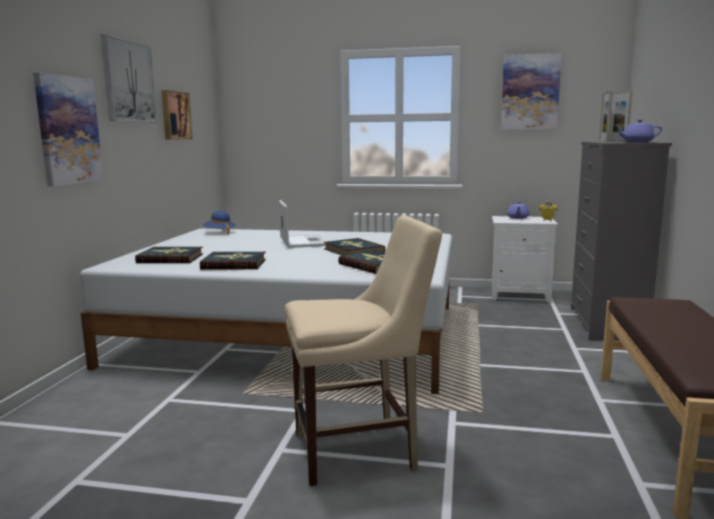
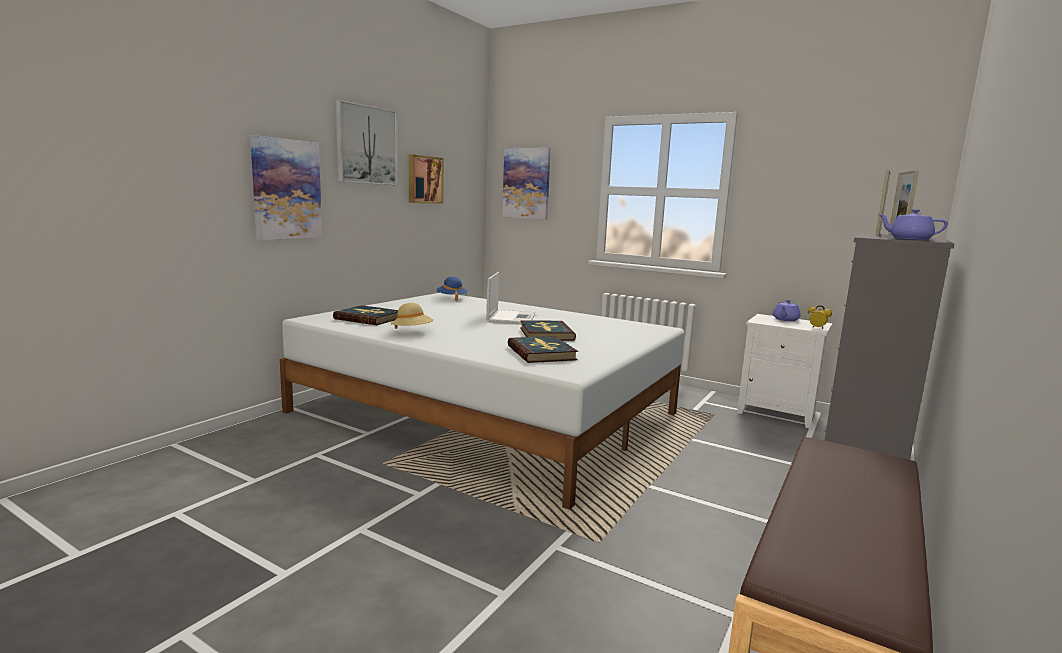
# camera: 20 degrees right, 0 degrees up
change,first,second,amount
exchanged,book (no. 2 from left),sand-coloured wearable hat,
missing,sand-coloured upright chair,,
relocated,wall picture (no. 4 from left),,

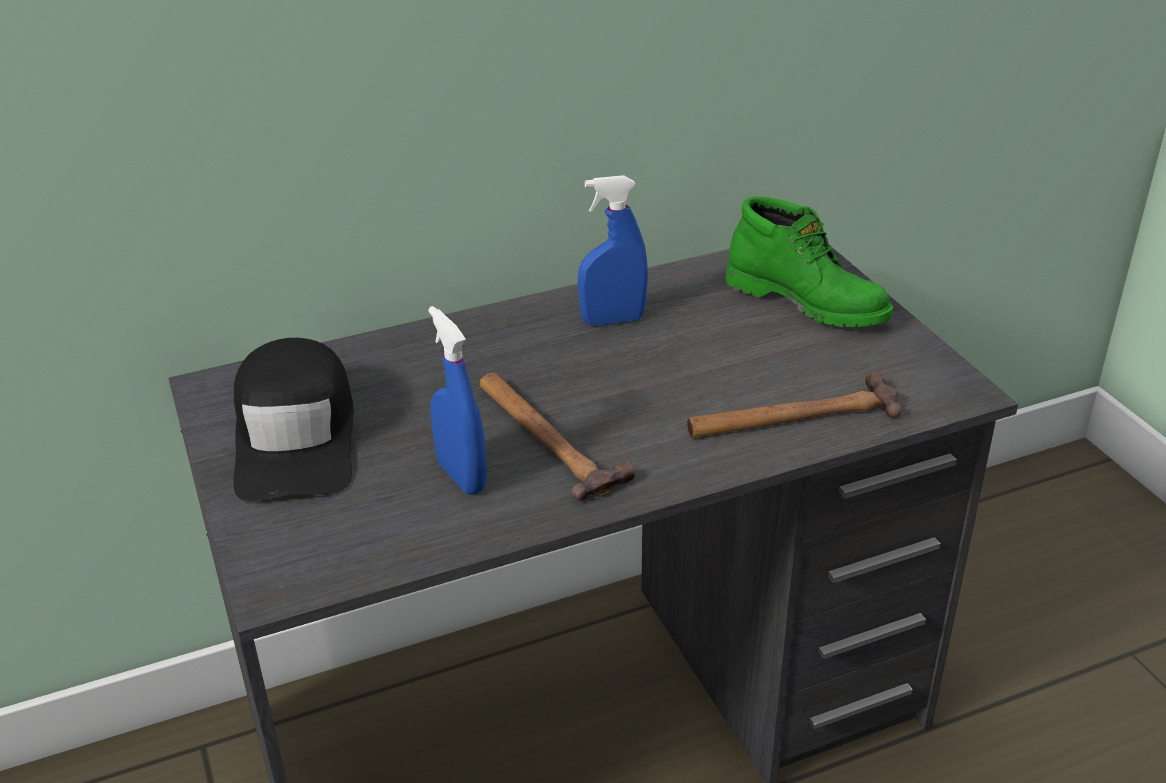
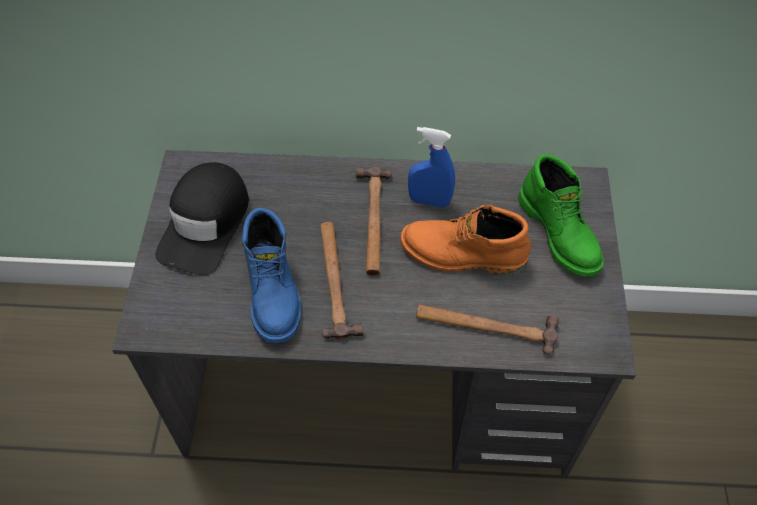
# camera: 25 degrees right, 20 degrees up
change,first,second,amount
exchanged,bluish spray bottle (no. 1 from left),bluish boot,
appeared,,hammer (no. 2 from left),
appeared,,orangey boot,

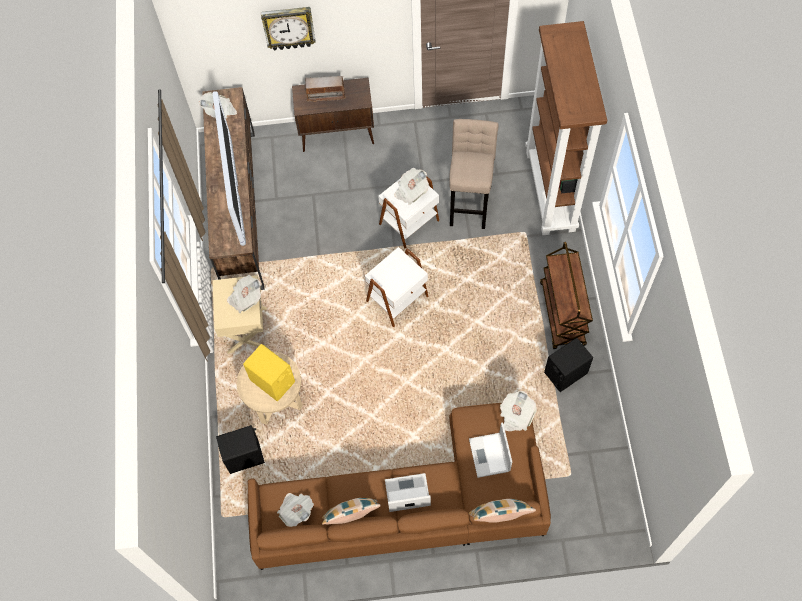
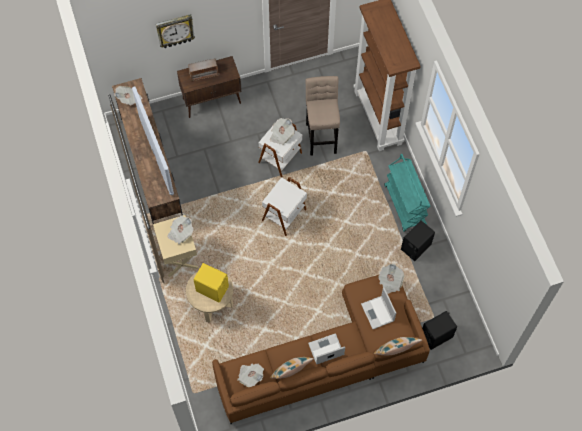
# camera: 15 degrees left, 0 degrees up
change,first,second,amount
relocated,black-coloured audio speaker (no. 1 from left in the first image),black-coloured audio speaker (no. 2 from left),
colour,brown-coloured wheeled cart,turquoise wheeled cart,

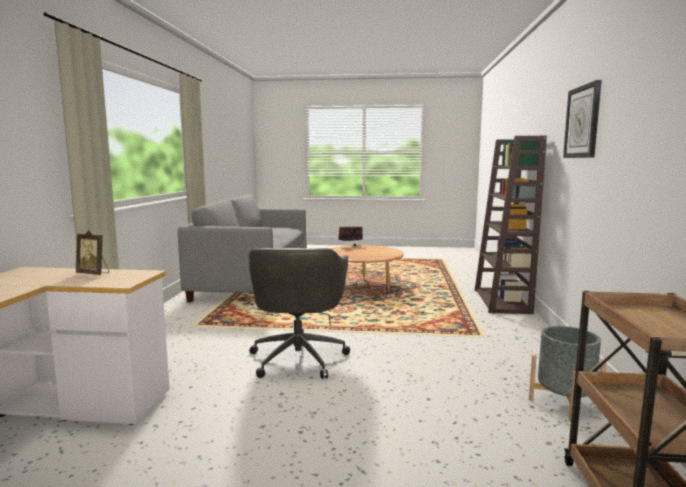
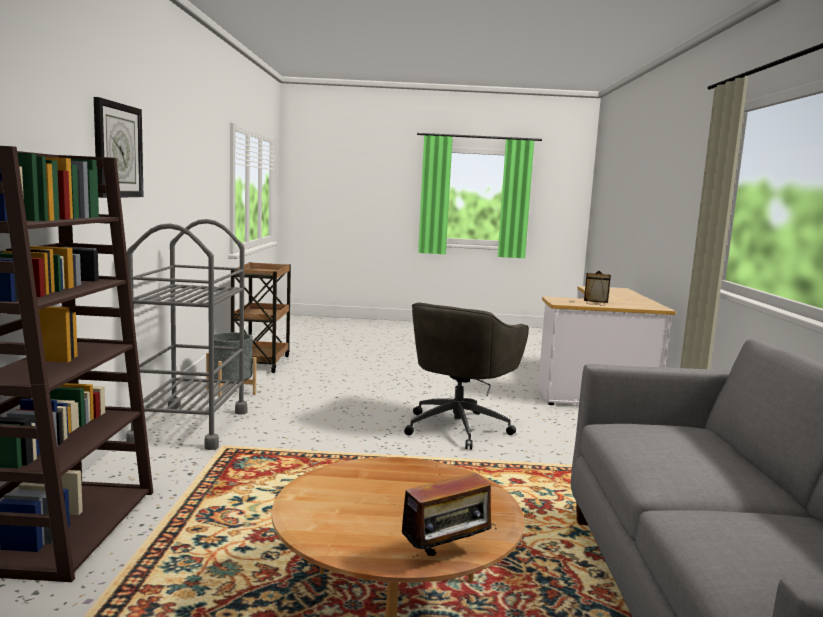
# camera: 175 degrees right, 0 degrees up
change,first,second,amount
spun,grey desk chair,,150 degrees counterclockwise
appeared,,grey wheeled cart,

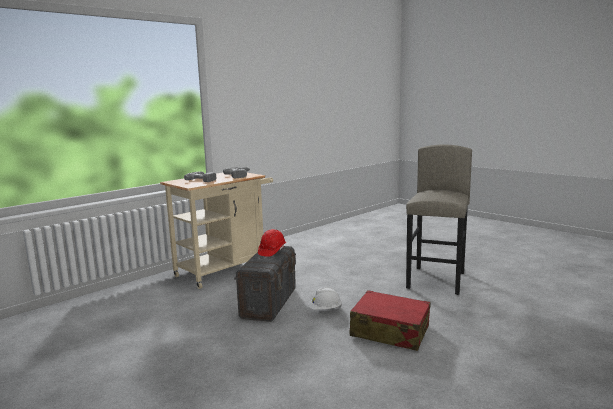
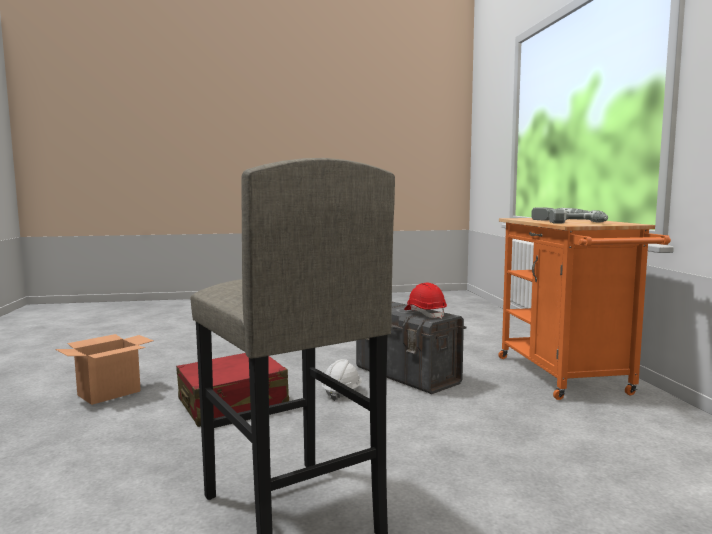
# camera: 125 degrees right, 5 degrees down
change,first,second,amount
colour,sand-coloured wheeled cart,orangey wheeled cart,
appeared,,packing box,

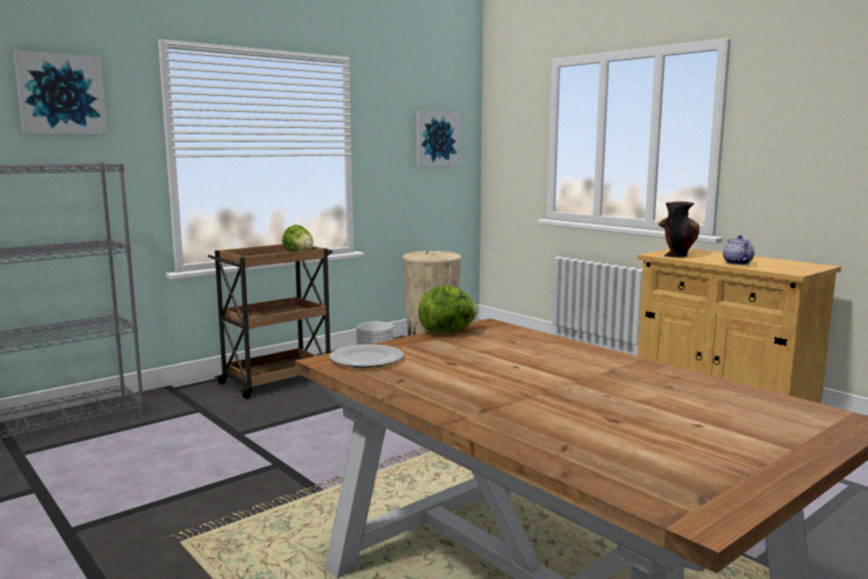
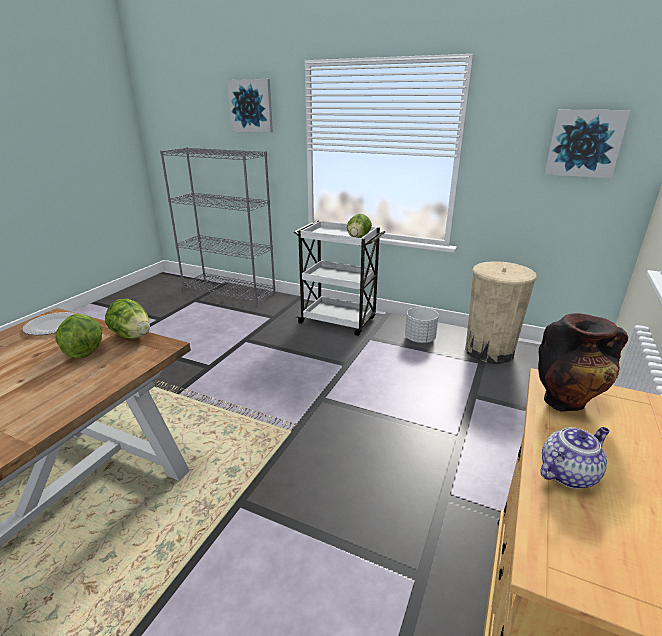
# camera: 65 degrees right, 15 degrees up
change,first,second,amount
colour,brown-coloured wheeled cart,whitish wheeled cart,
appeared,,head of lettuce (no. 1 from left),

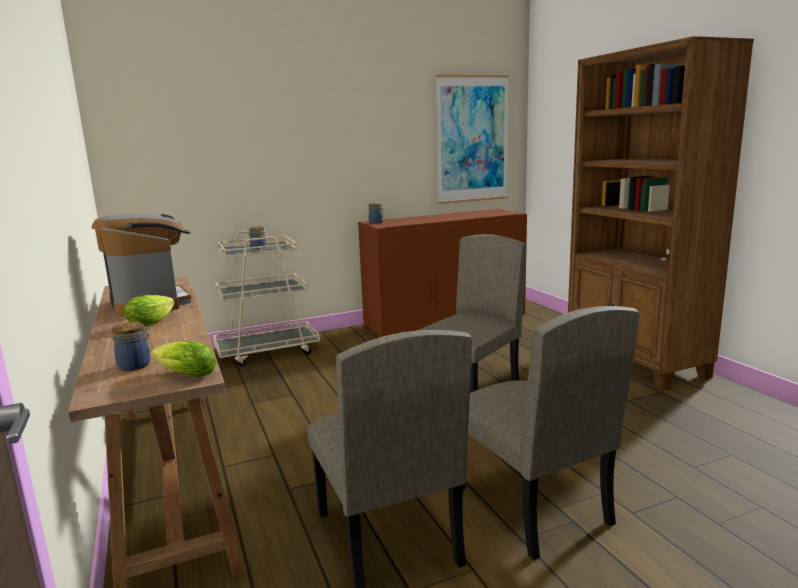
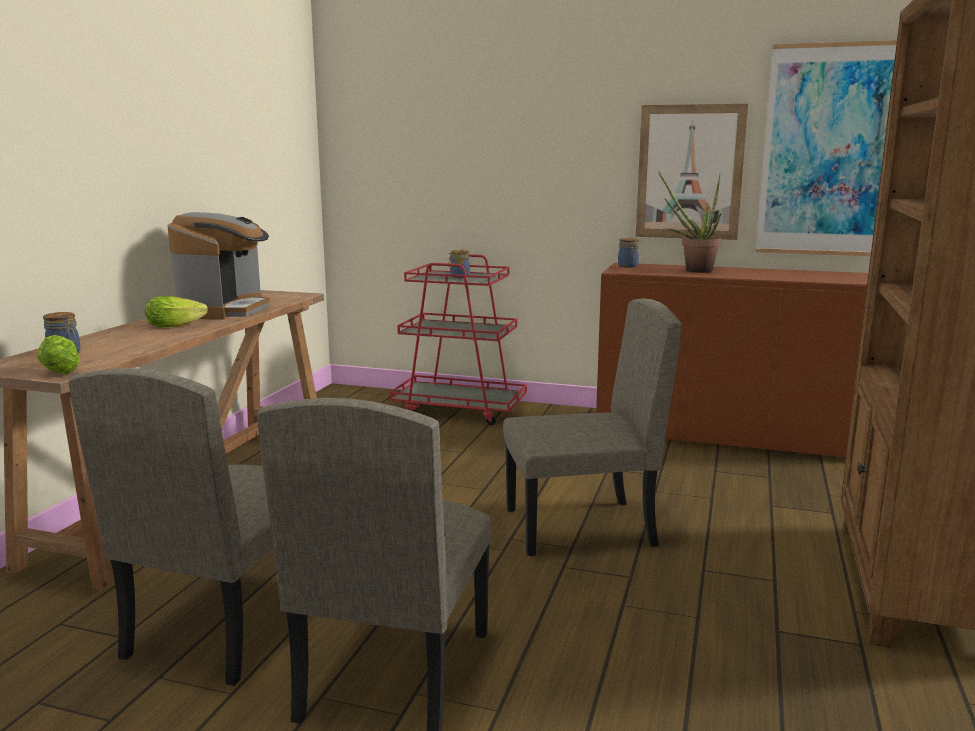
# camera: 40 degrees right, 0 degrees up
change,first,second,amount
colour,sand-coloured wheeled cart,red wheeled cart,
appeared,,wall picture (no. 1 from left),
appeared,,houseplant,

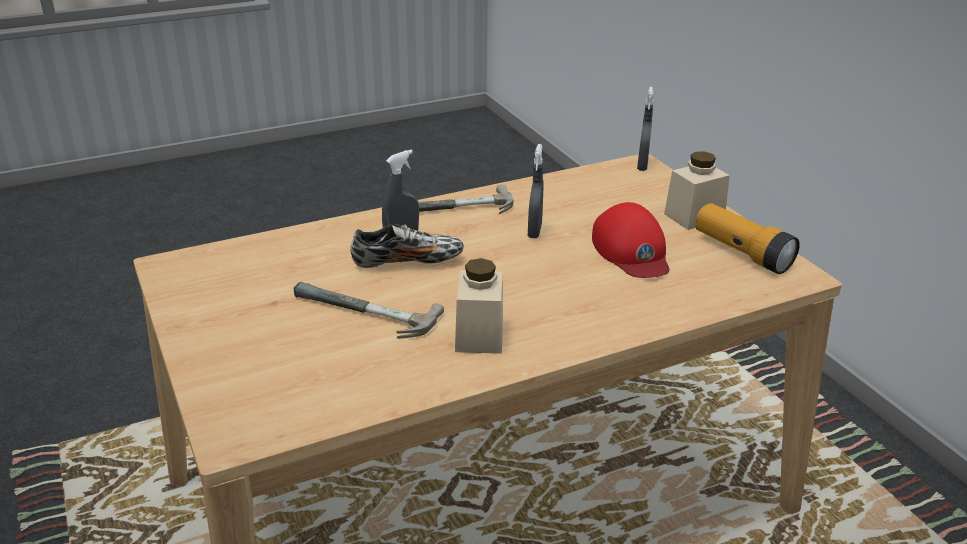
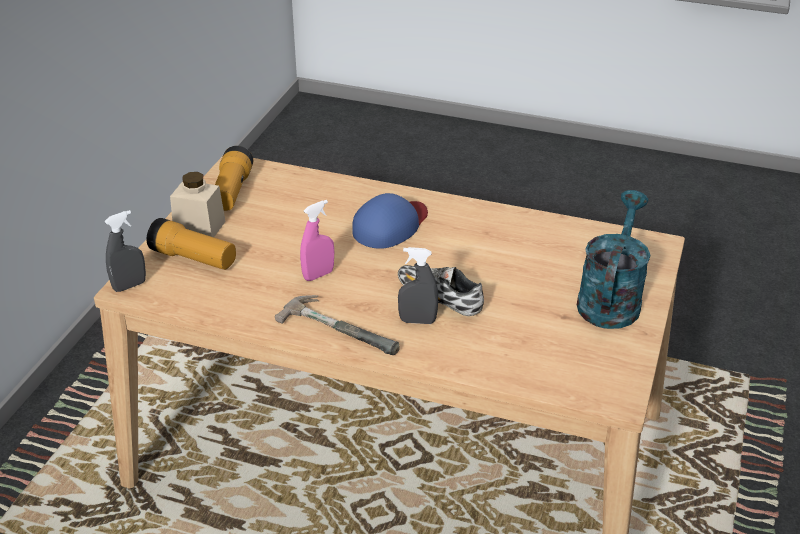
# camera: 135 degrees left, 5 degrees up
change,first,second,amount
missing,hammer (no. 1 from left),,
missing,sand-coloured storage jar (no. 1 from left),,
colour,grey spray bottle (no. 2 from left),pinkish spray bottle,
missing,red cap,,
appeared,,hand torch (no. 1 from left),
appeared,,bluish cap,
appeared,,turquoise watering can,

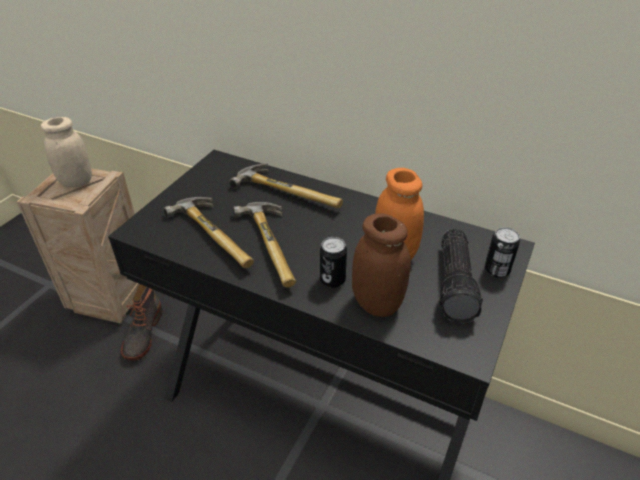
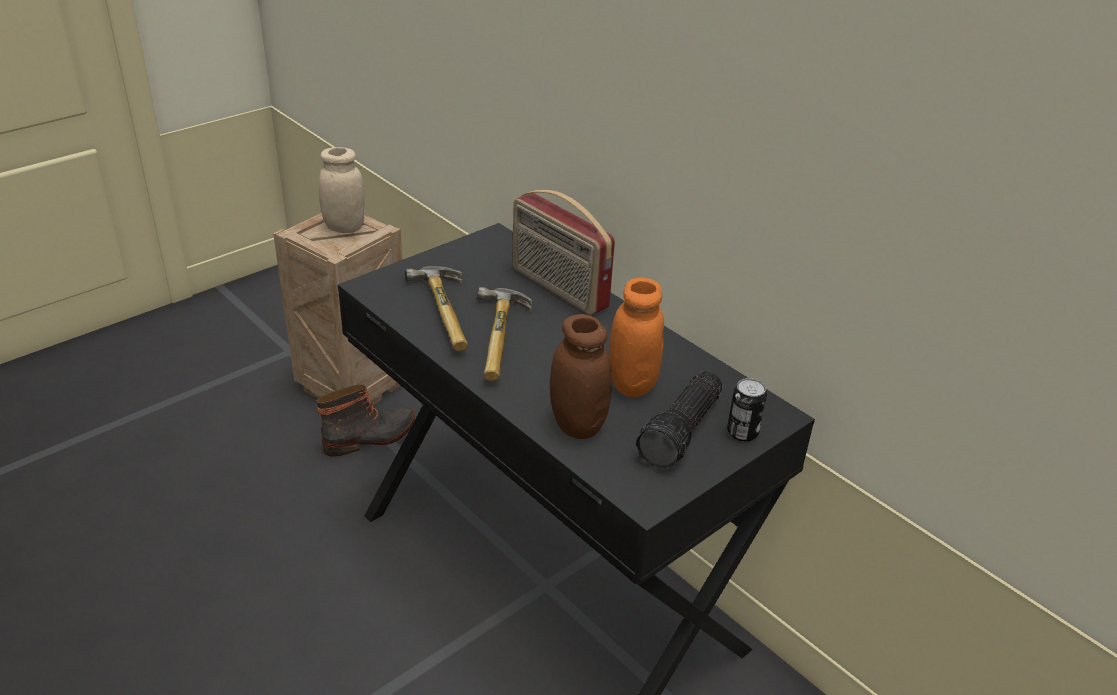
# camera: 20 degrees right, 5 degrees down
change,first,second,amount
spun,boot,,150 degrees counterclockwise
exchanged,hammer (no. 3 from left),radio receiver,
missing,sealed can (no. 1 from left),,

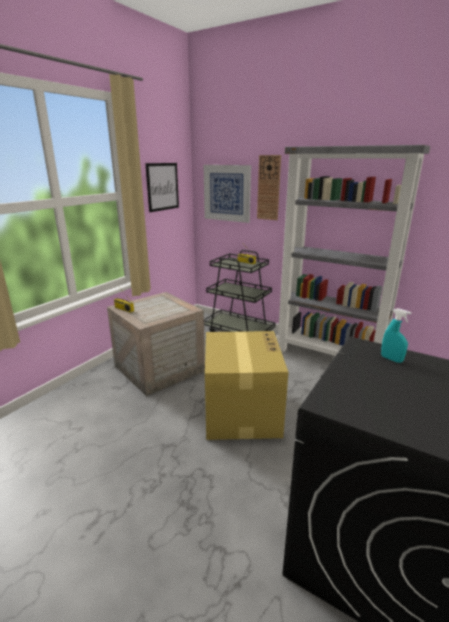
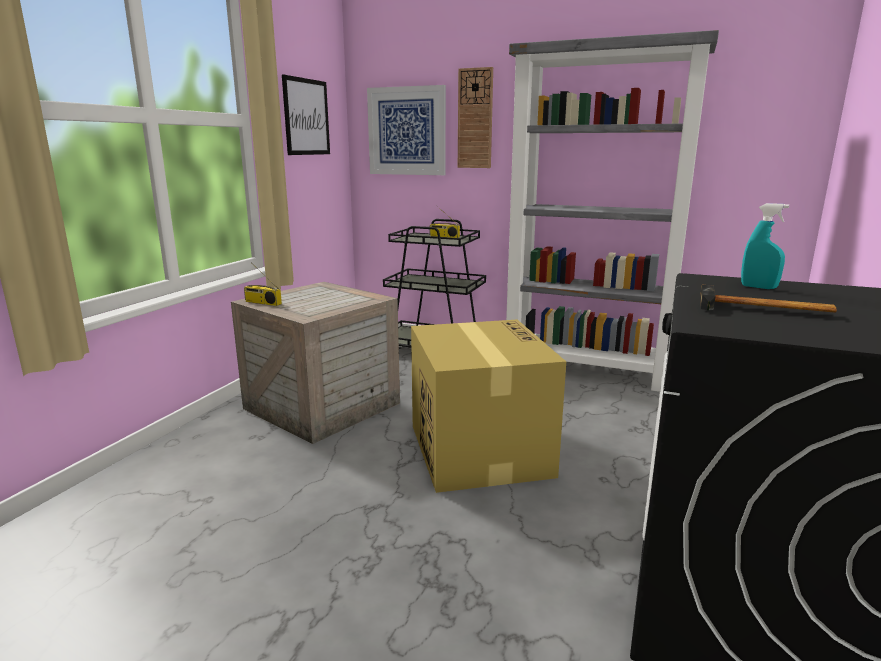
# camera: 10 degrees left, 5 degrees down
change,first,second,amount
appeared,,hammer,

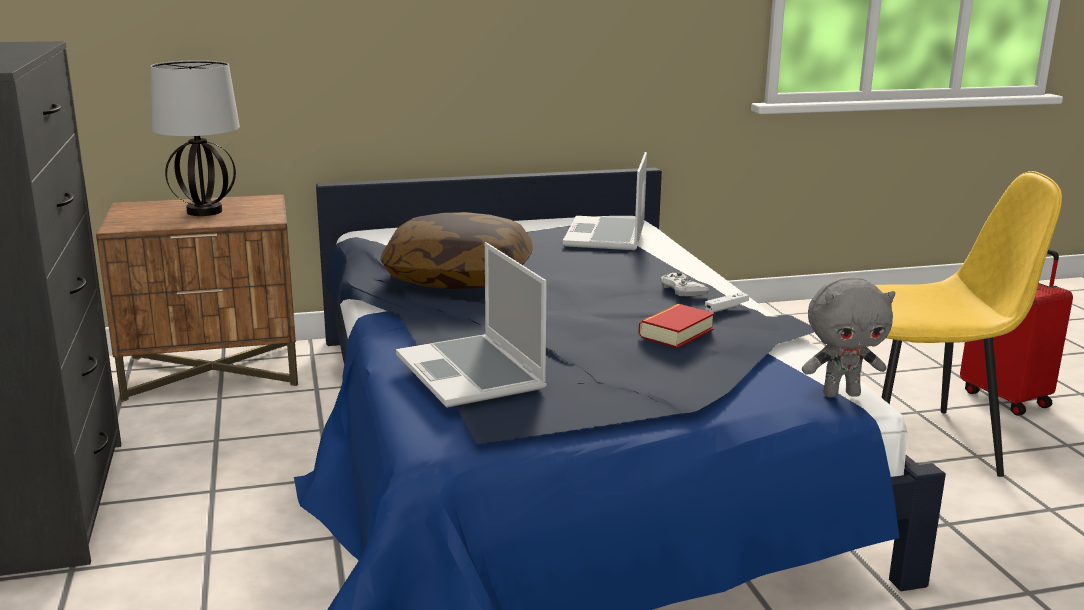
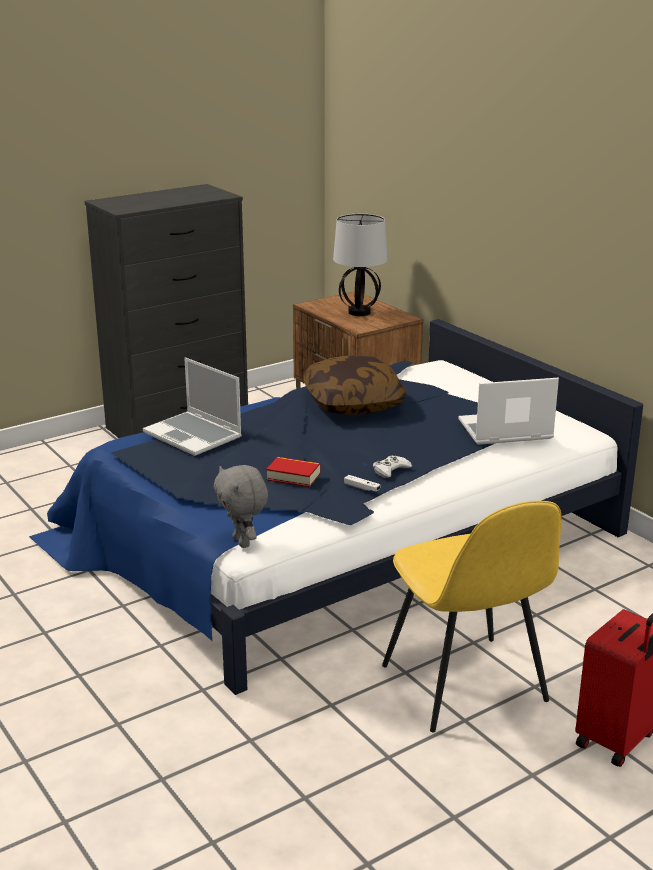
# camera: 70 degrees right, 5 degrees up
change,first,second,amount
spun,notebook computer (no. 1 from left),,90 degrees counterclockwise

